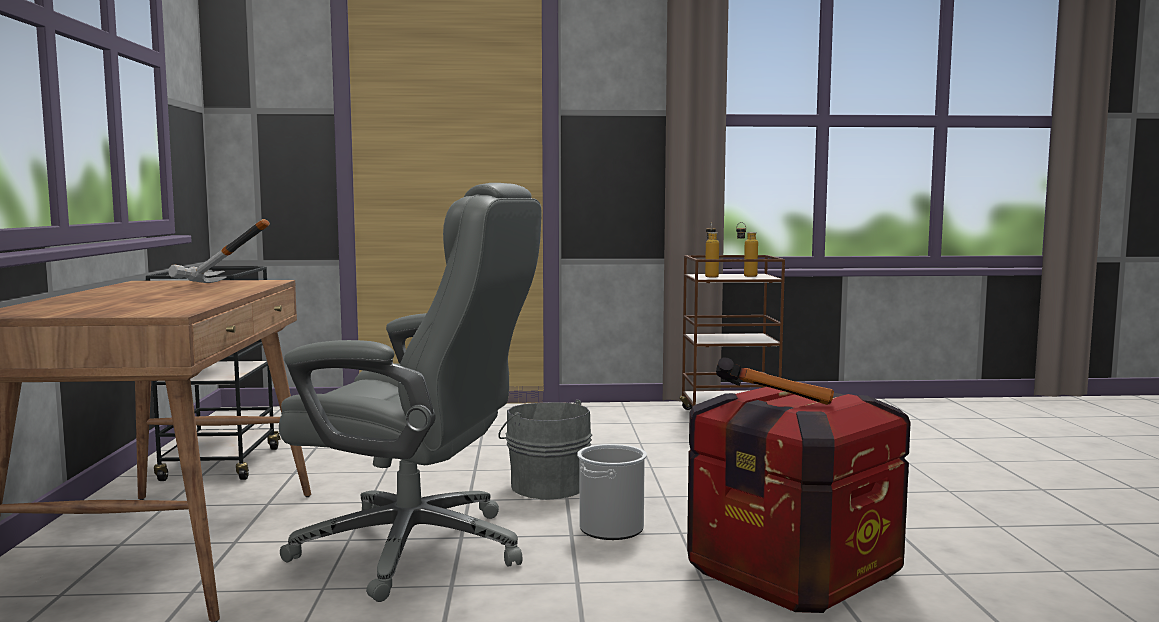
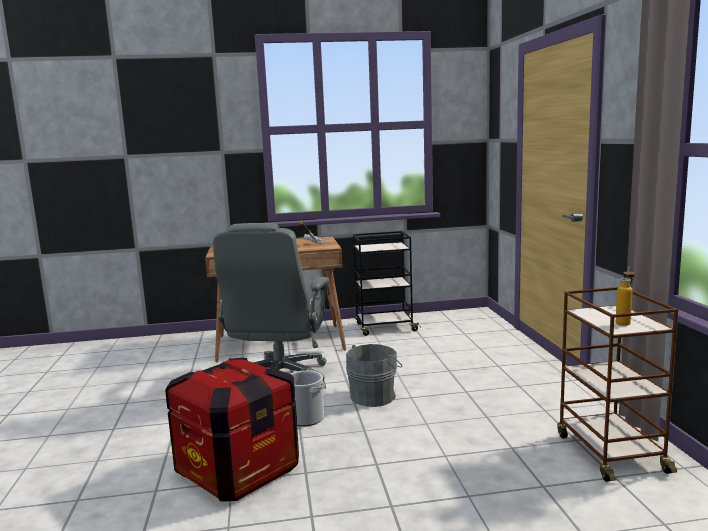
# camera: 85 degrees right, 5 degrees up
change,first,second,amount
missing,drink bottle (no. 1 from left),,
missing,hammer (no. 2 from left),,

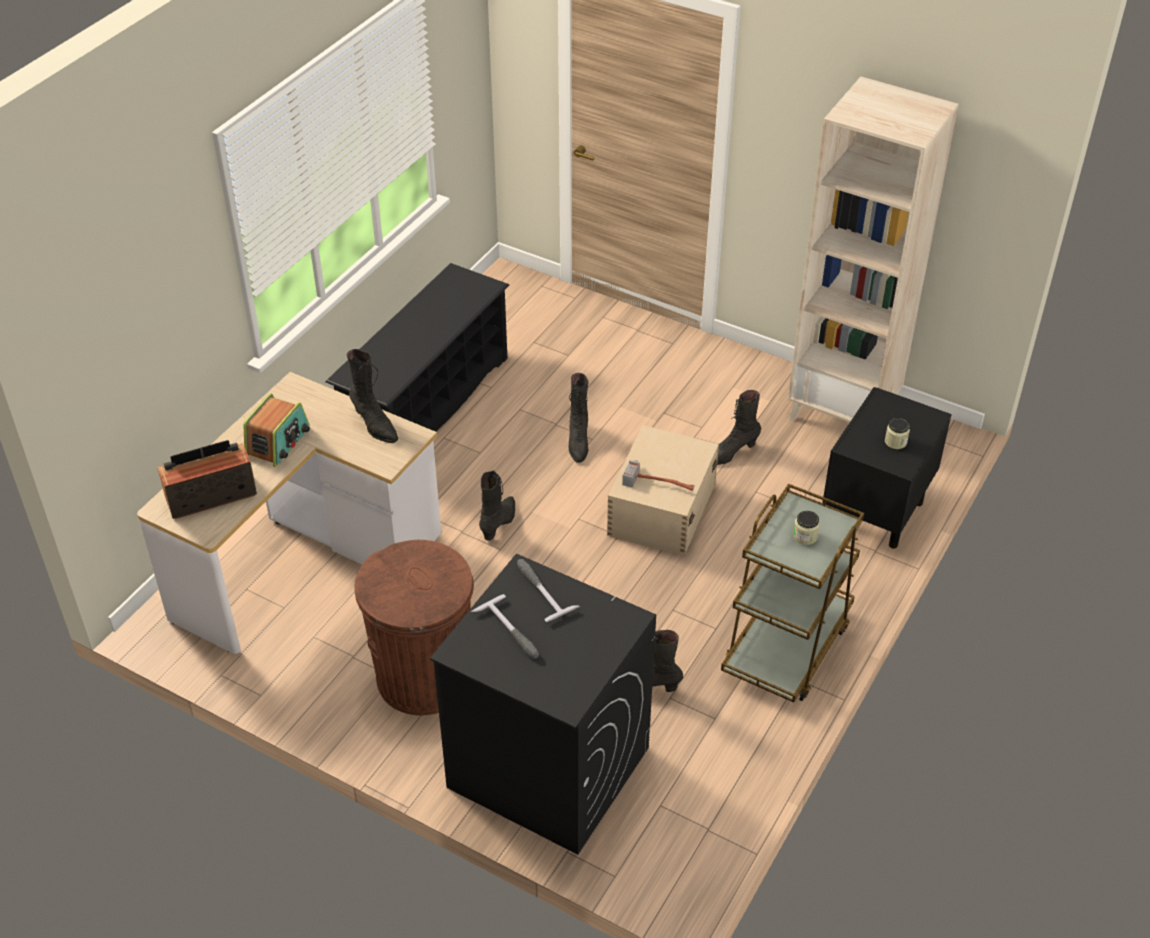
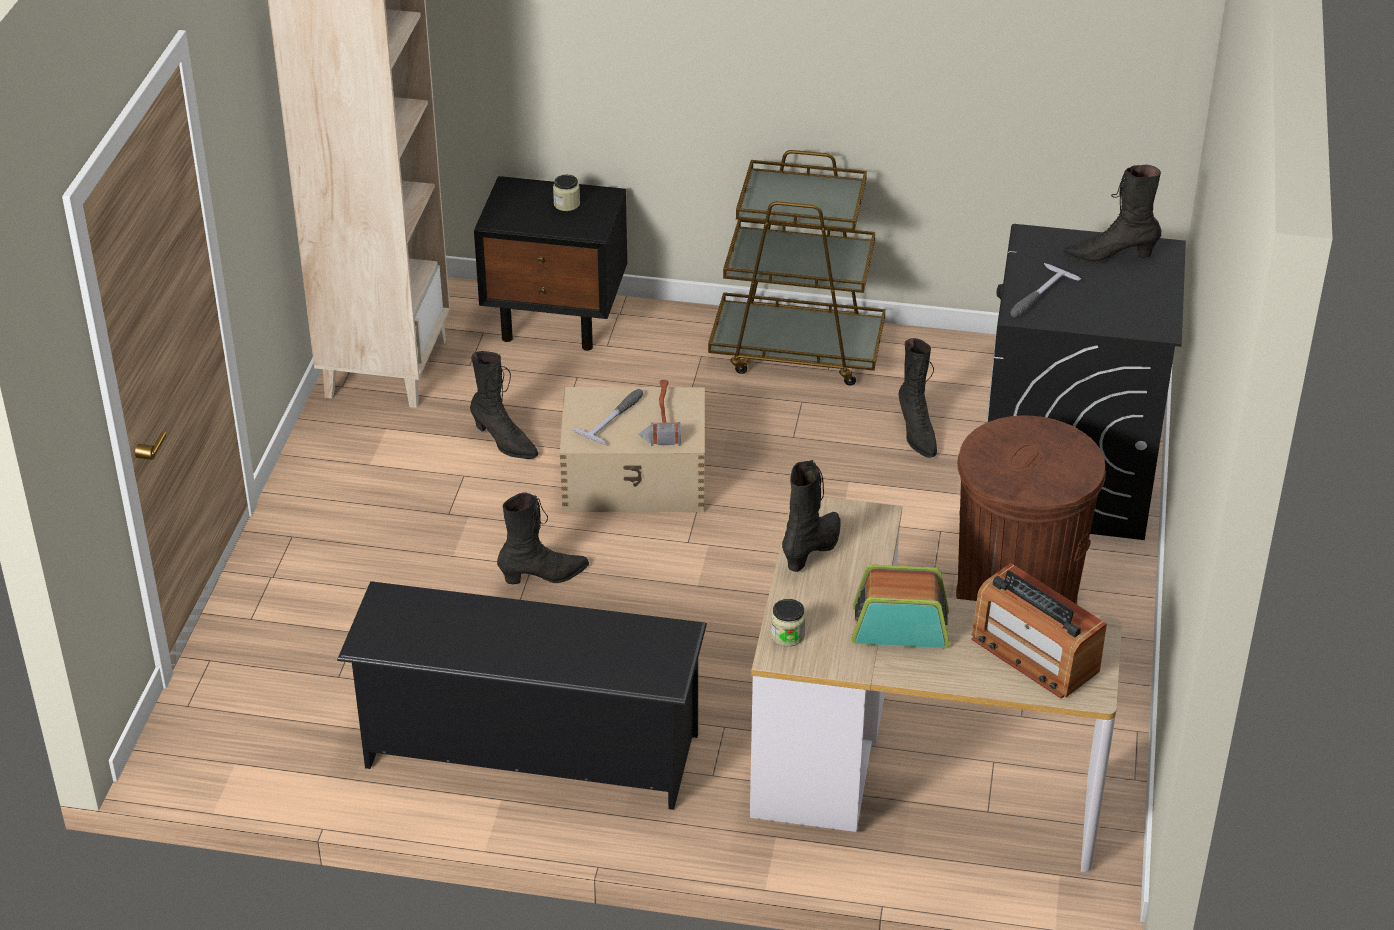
# camera: 110 degrees left, 5 degrees down
change,first,second,amount
relocated,hammer (no. 1 from left),,
relocated,black-coloured boot (no. 2 from left in the first image),black-coloured boot (no. 5 from left),
relocated,storage jar (no. 1 from left in the first image),storage jar (no. 2 from left),

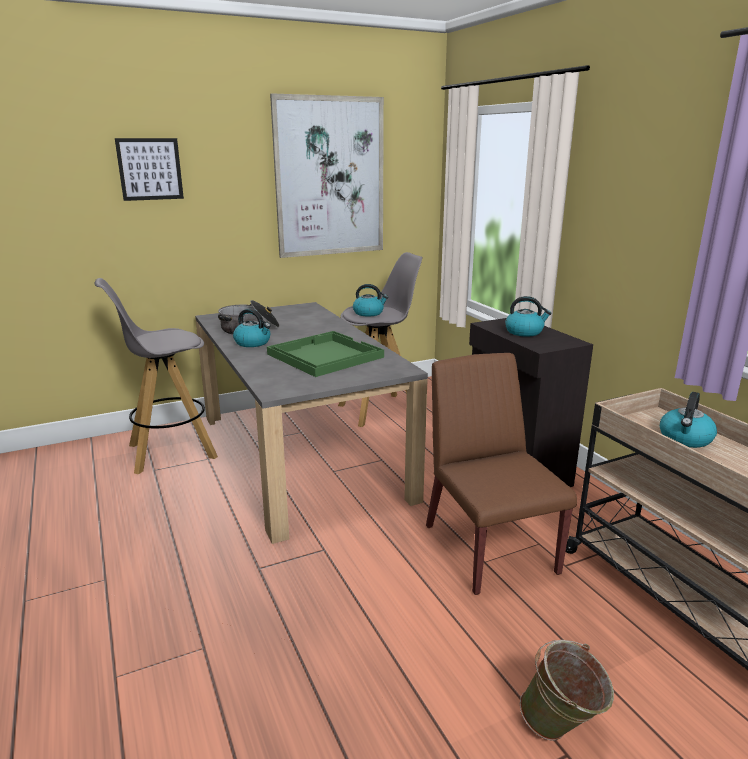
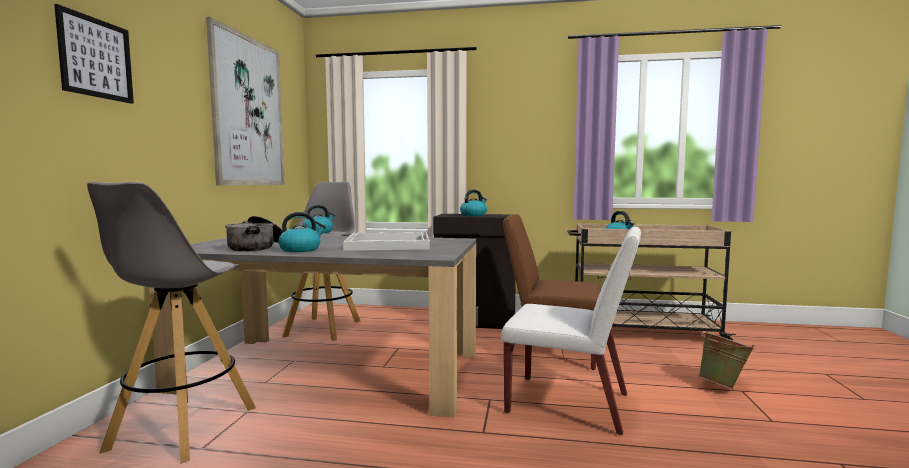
# camera: 55 degrees left, 15 degrees down
change,first,second,amount
colour,greenish serving tray,whitish serving tray,
appeared,,whitish upright chair,

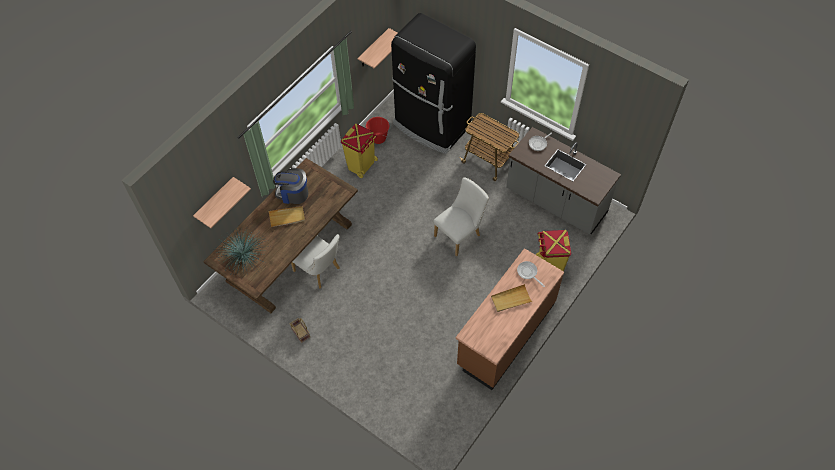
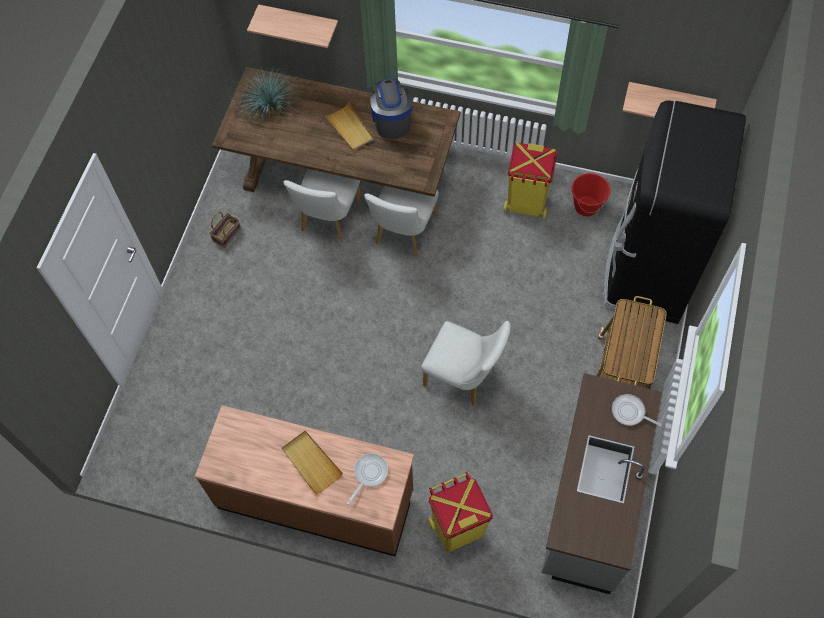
# camera: 70 degrees right, 5 degrees up
change,first,second,amount
appeared,,whitish upright chair (no. 2 from left),

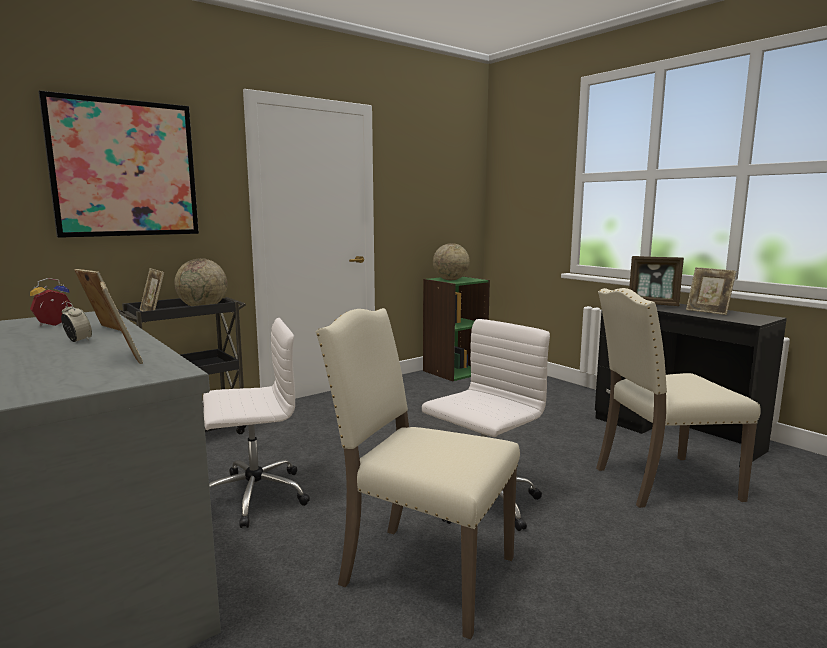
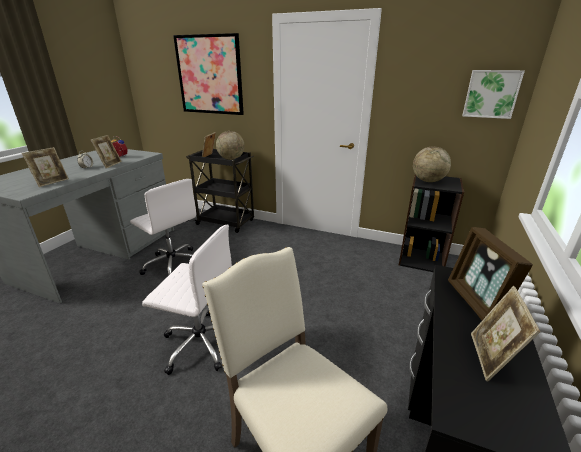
# camera: 60 degrees right, 15 degrees up
change,first,second,amount
missing,sand-coloured upright chair (no. 1 from left),,
colour,greenish bookcase,black-coloured bookcase,
appeared,,wall picture (no. 2 from left),

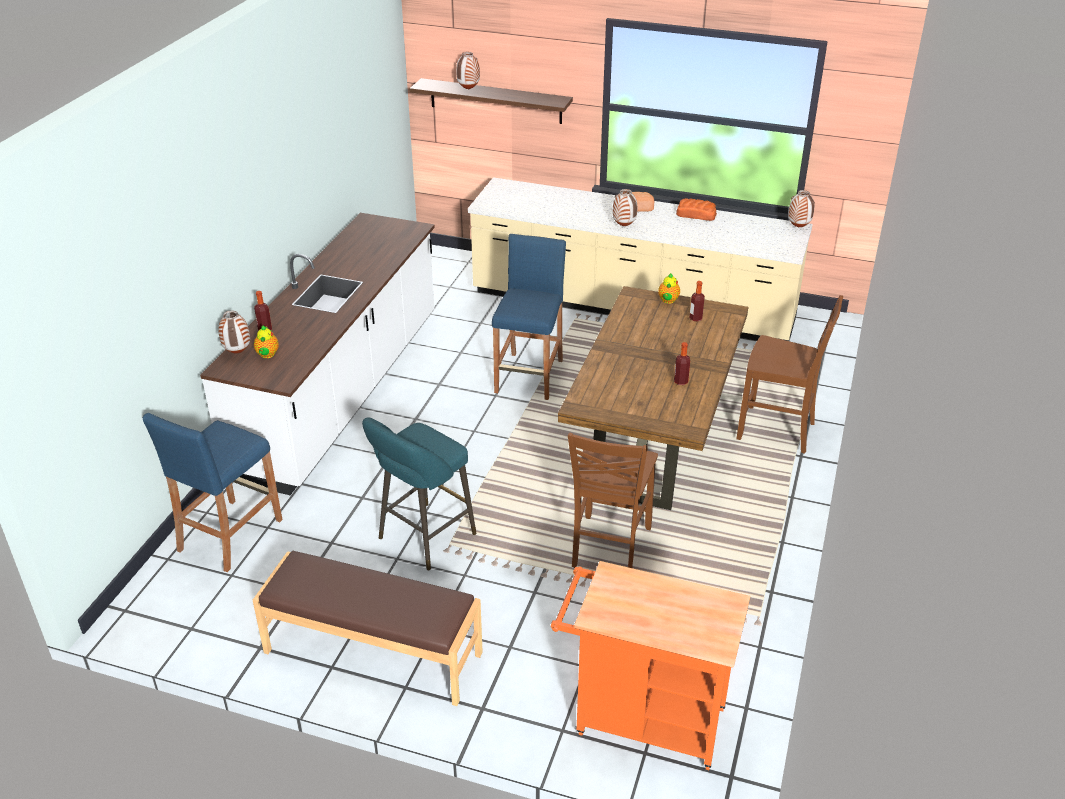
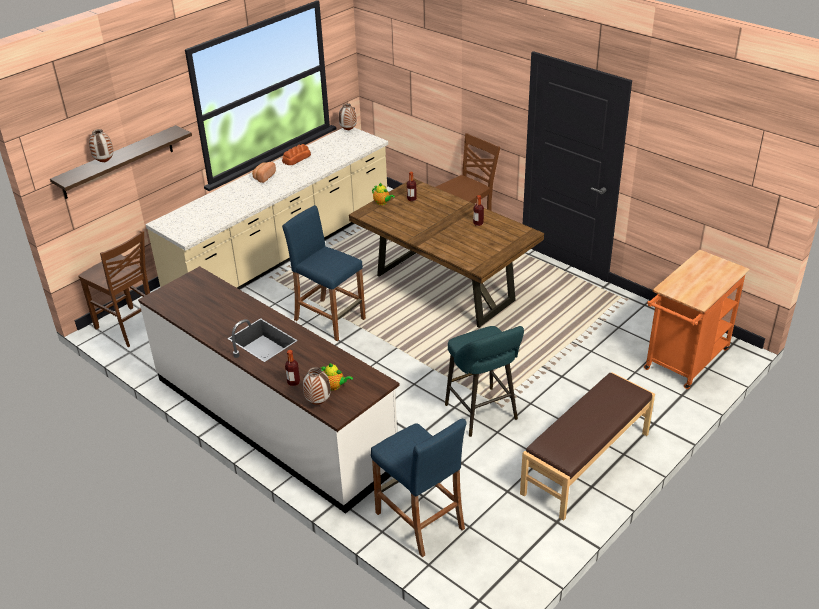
# camera: 65 degrees left, 0 degrees up
change,first,second,amount
relocated,brown-coloured upright chair (no. 1 from left),,
missing,vase (no. 3 from left),,

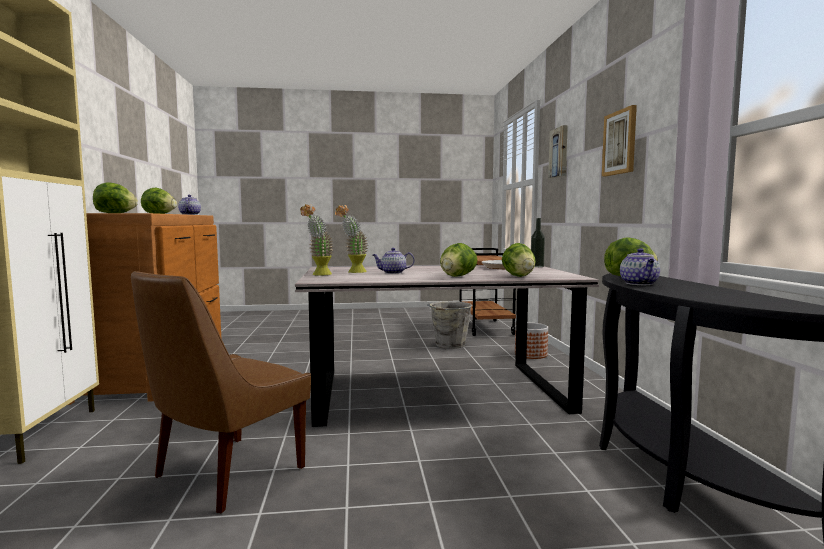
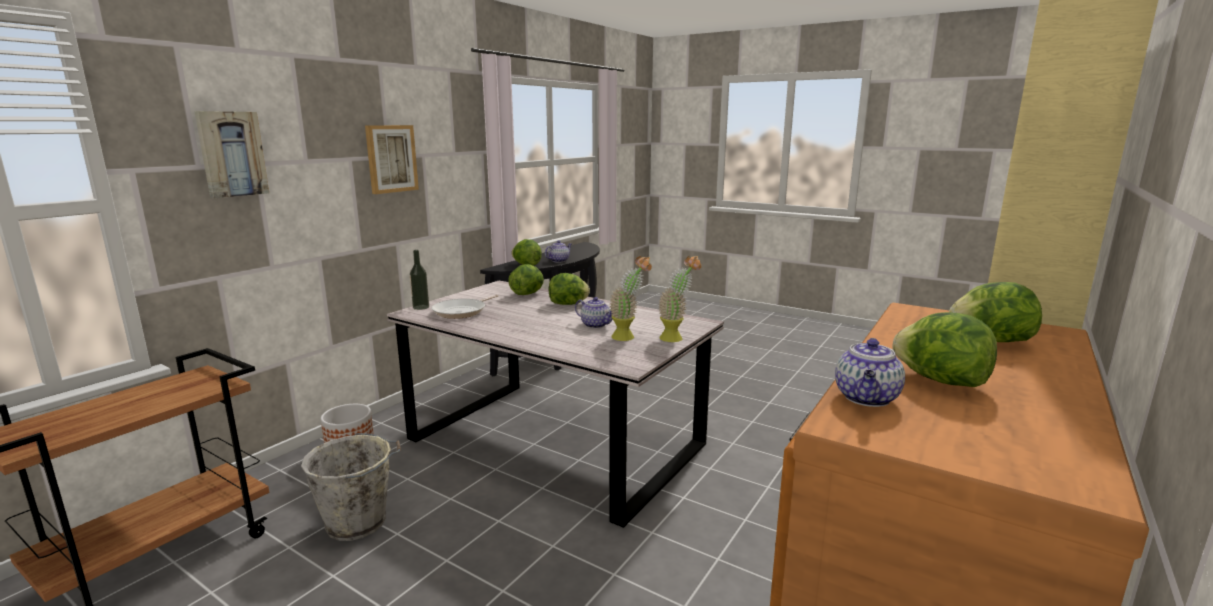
# camera: 140 degrees left, 10 degrees up
change,first,second,amount
missing,brown-coloured upright chair,,

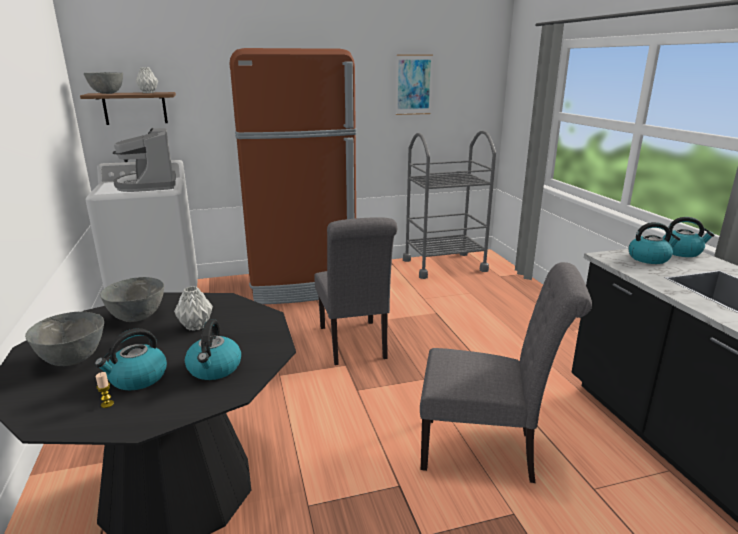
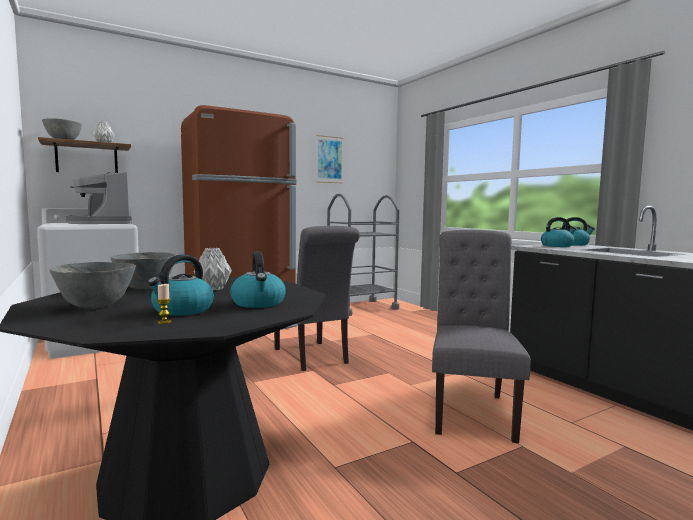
# camera: 15 degrees left, 15 degrees down
change,first,second,amount
spun,grey upright chair (no. 2 from left),,75 degrees counterclockwise

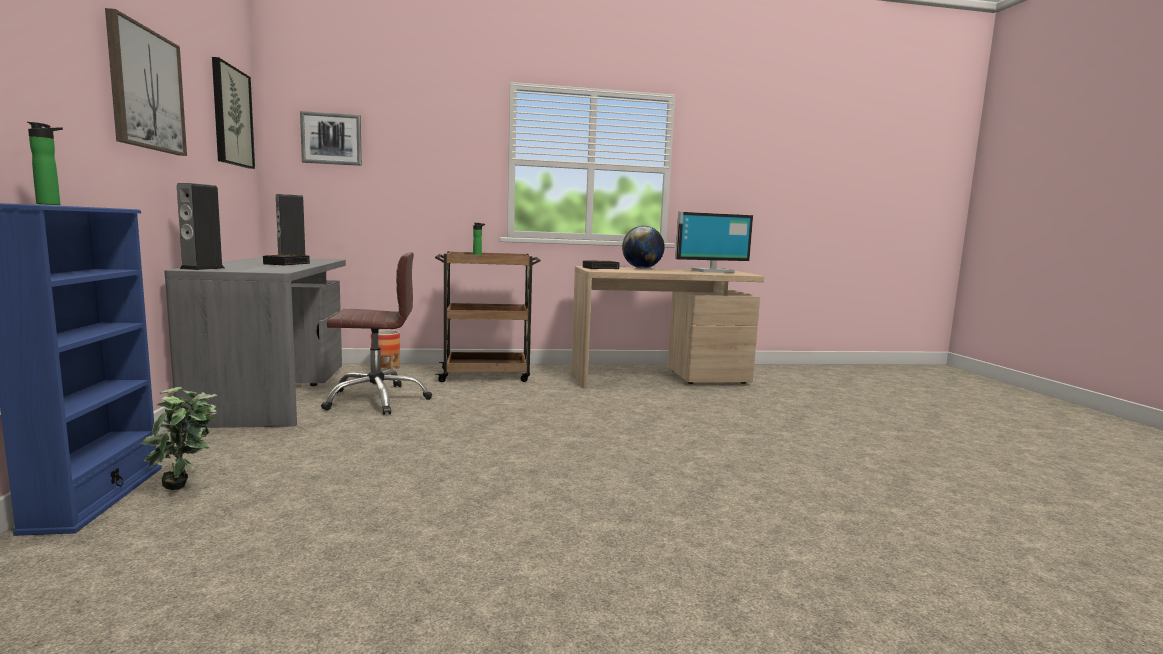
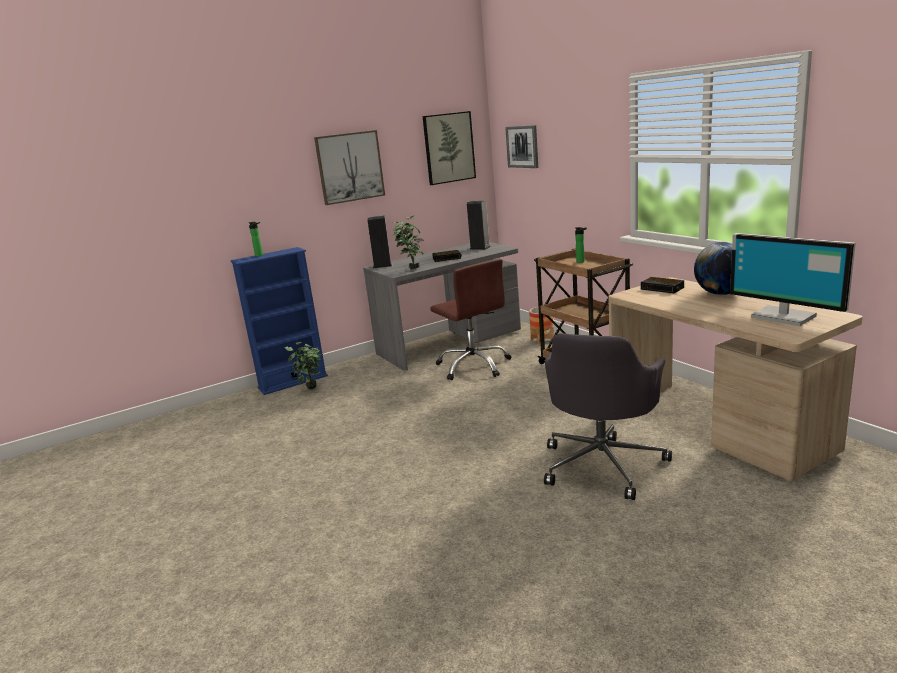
# camera: 70 degrees right, 10 degrees up
change,first,second,amount
appeared,,houseplant (no. 2 from left),
appeared,,grey desk chair,

